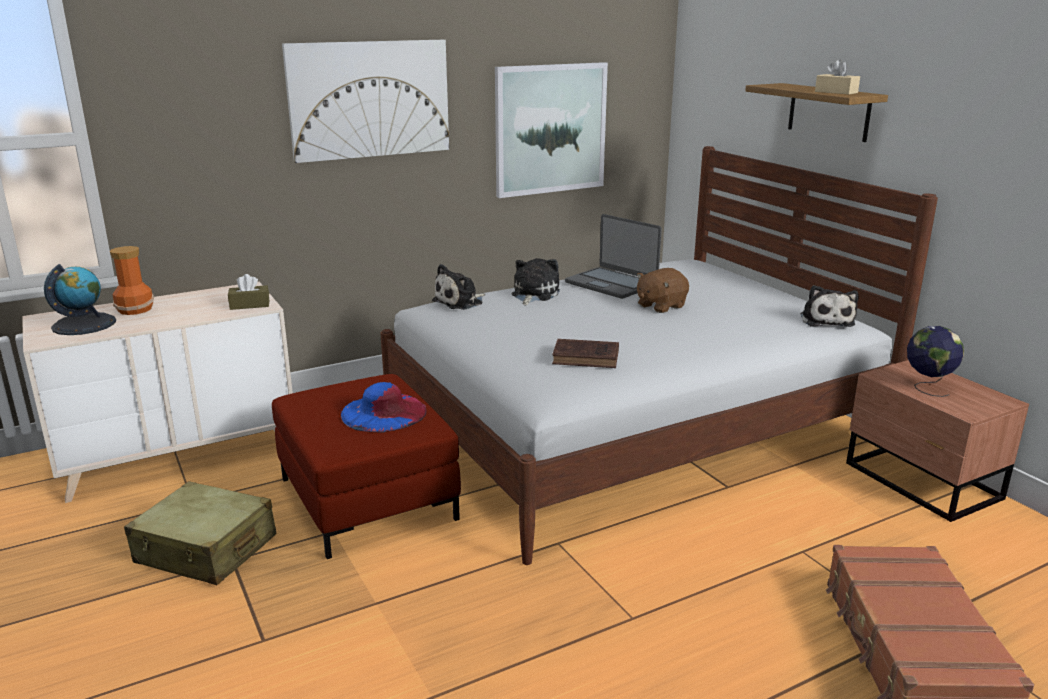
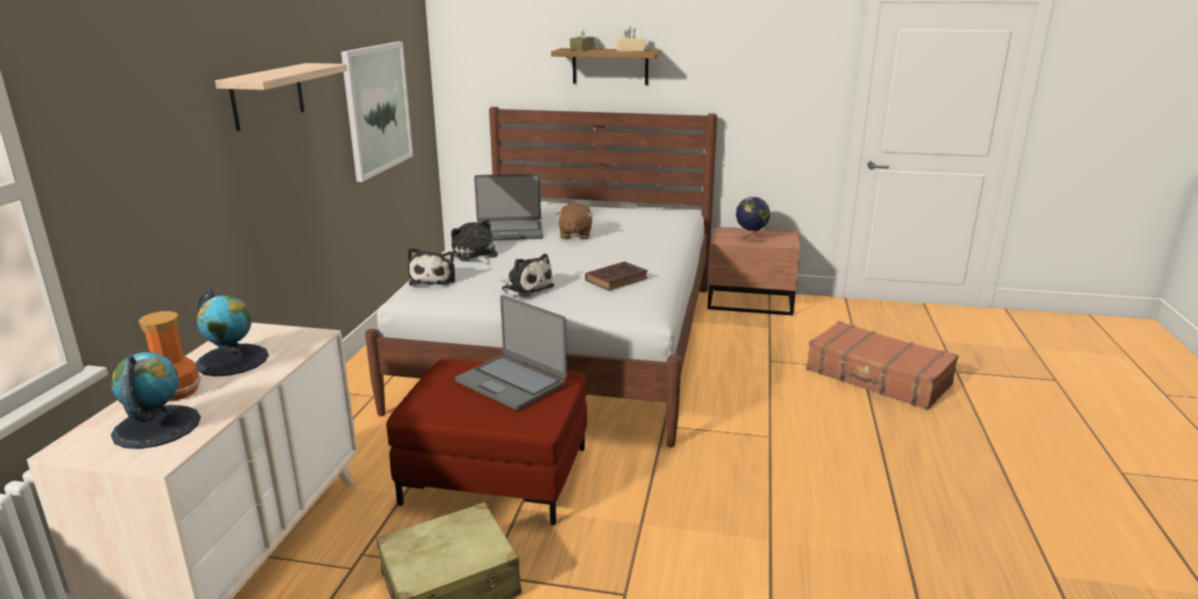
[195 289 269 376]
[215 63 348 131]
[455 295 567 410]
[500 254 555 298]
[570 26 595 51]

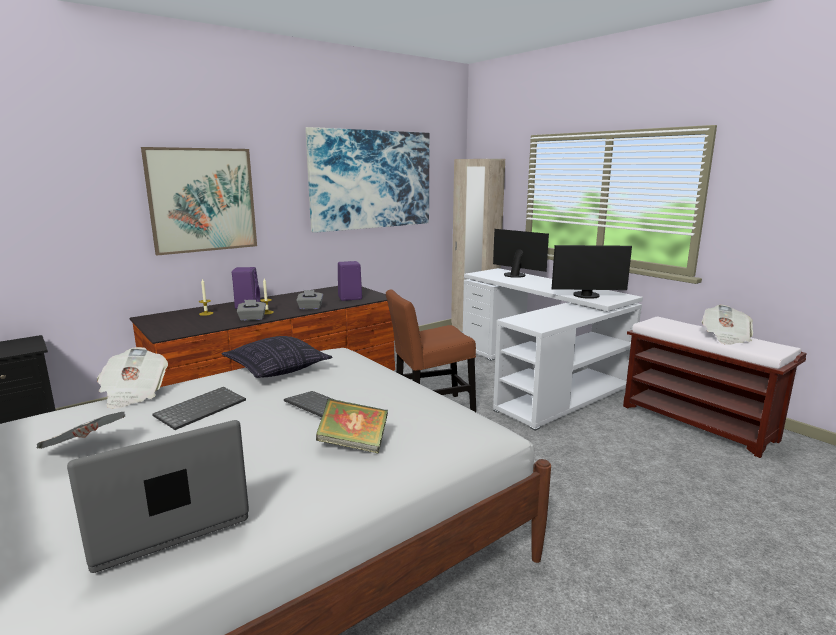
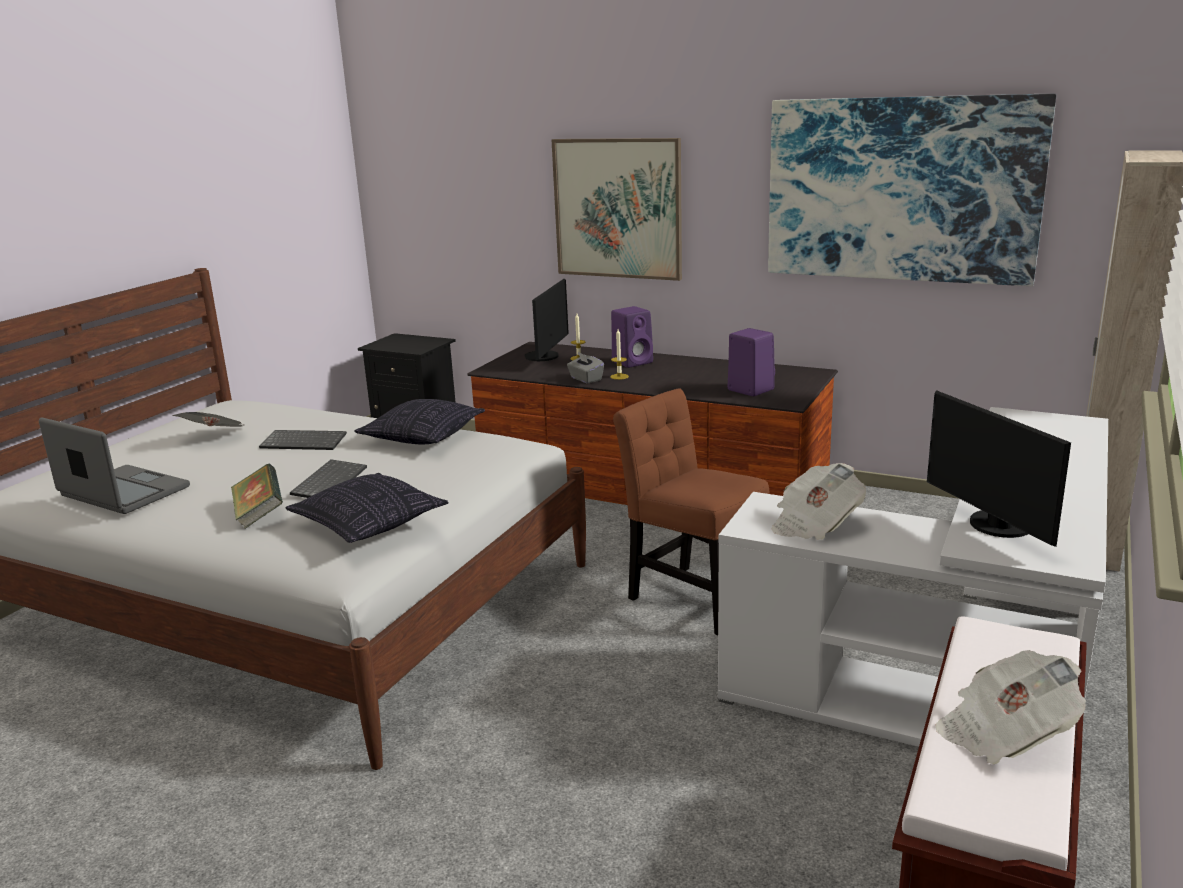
[285 473 449 543]
[524 279 569 361]
[772 463 866 540]
[296 290 323 309] (first image)

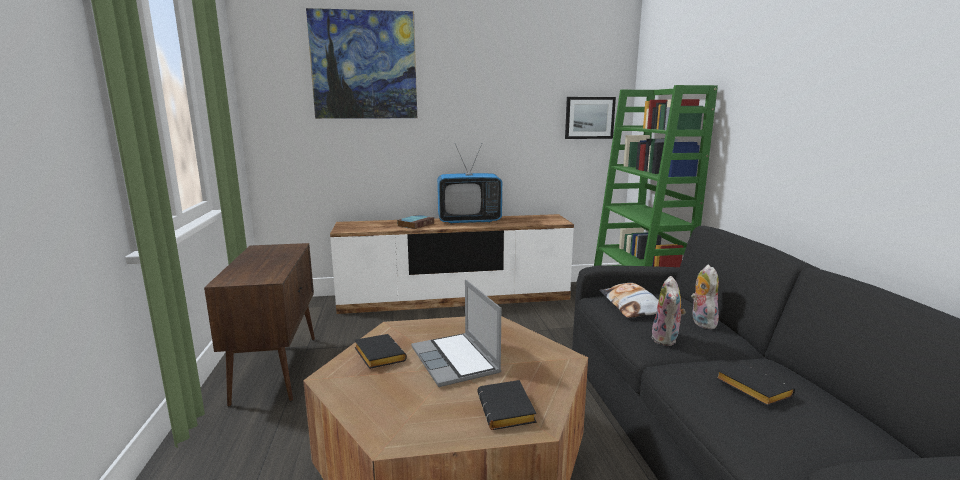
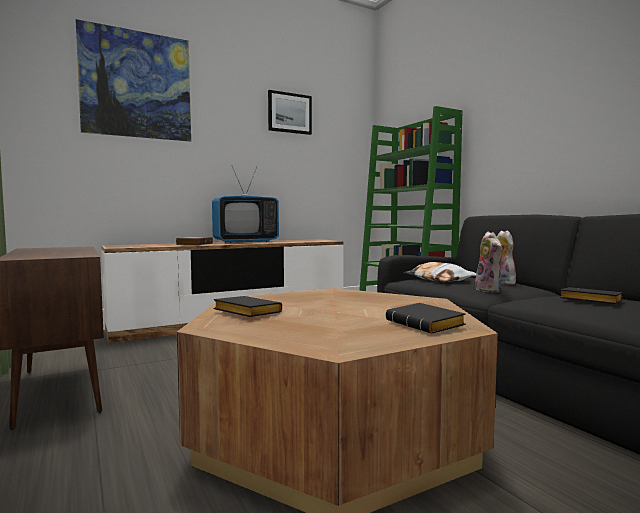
[268 90 312 135]
[411 279 501 387] (first image)

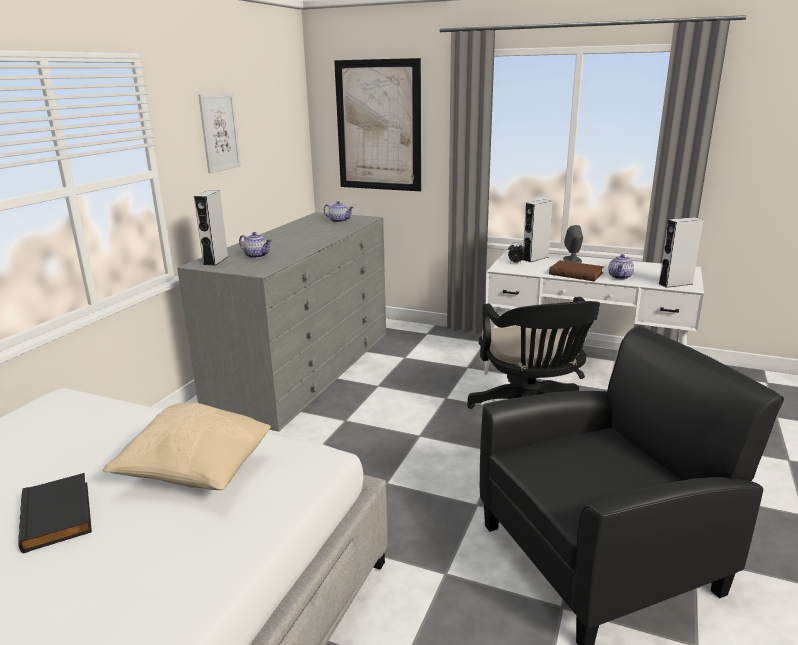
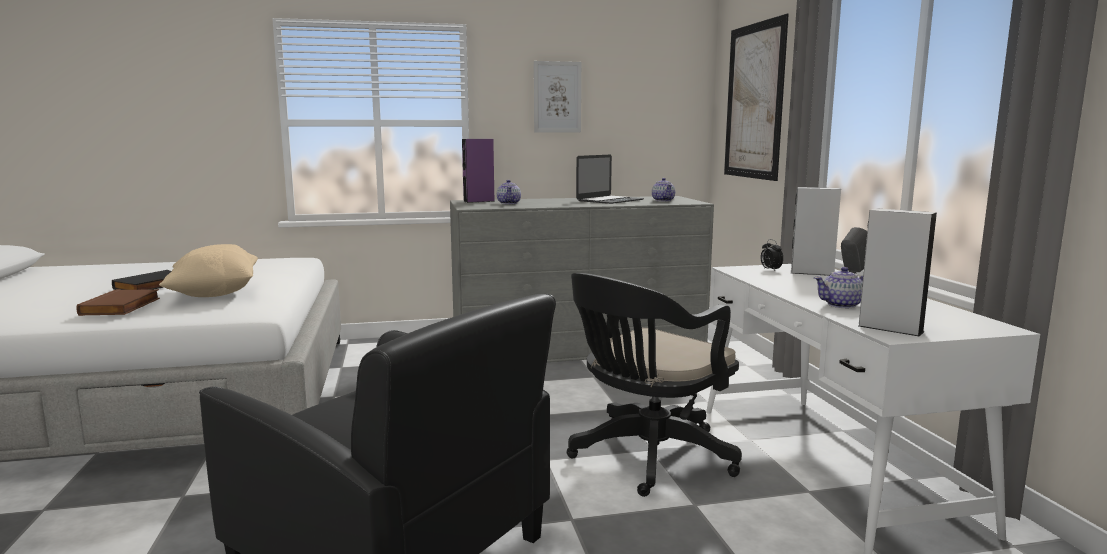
[76 289 160 316]
[462 139 494 203]
[576 155 644 204]

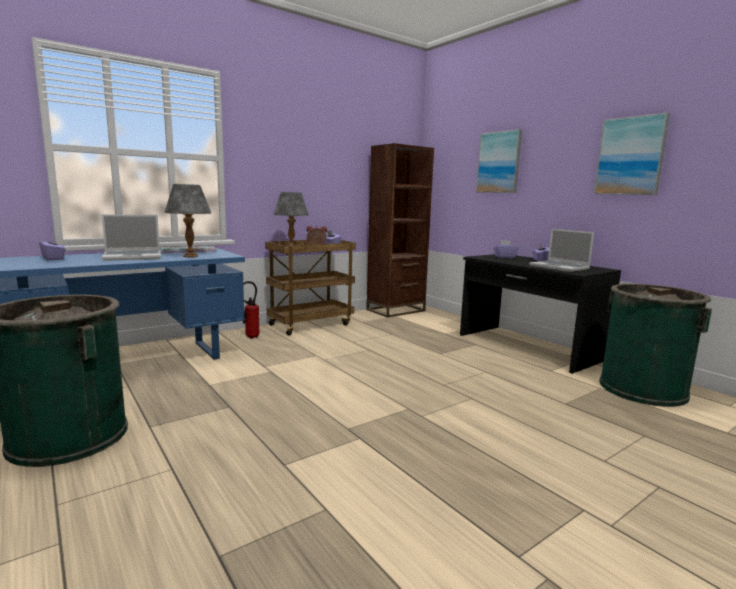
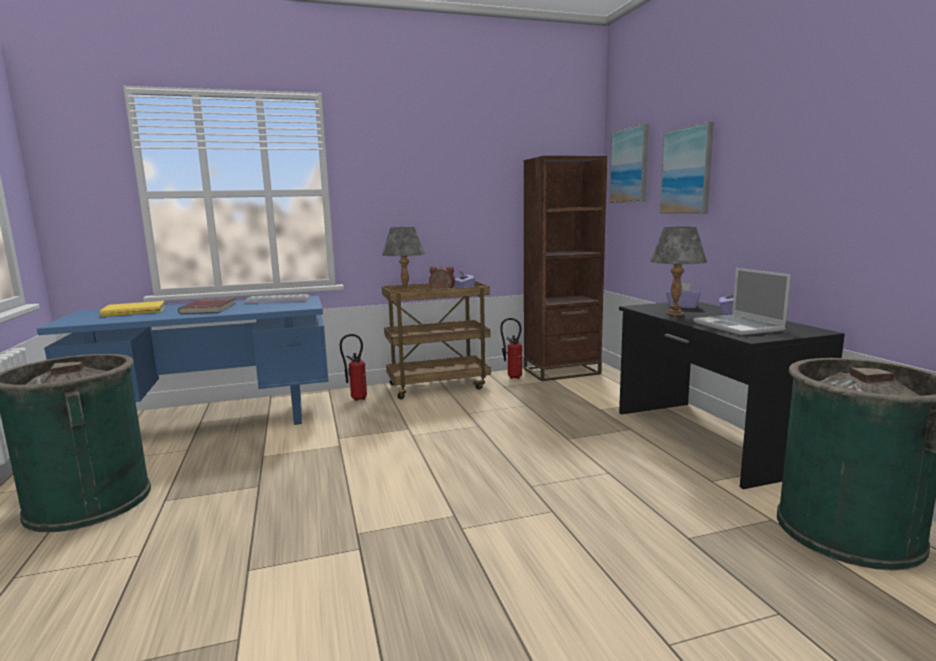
[100 301 165 317]
[178 298 235 314]
[500 318 522 379]
[609 124 649 203]
[650 227 707 316]

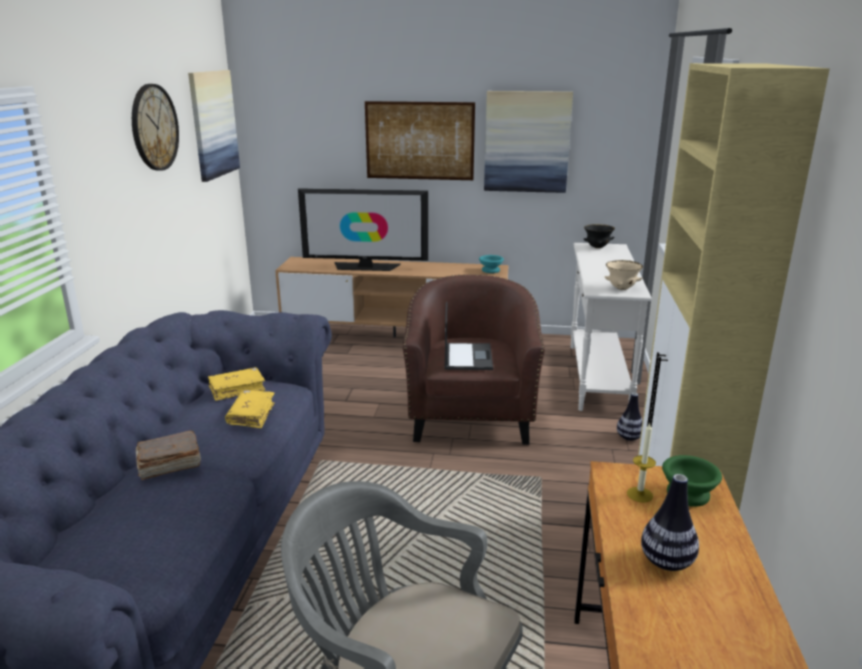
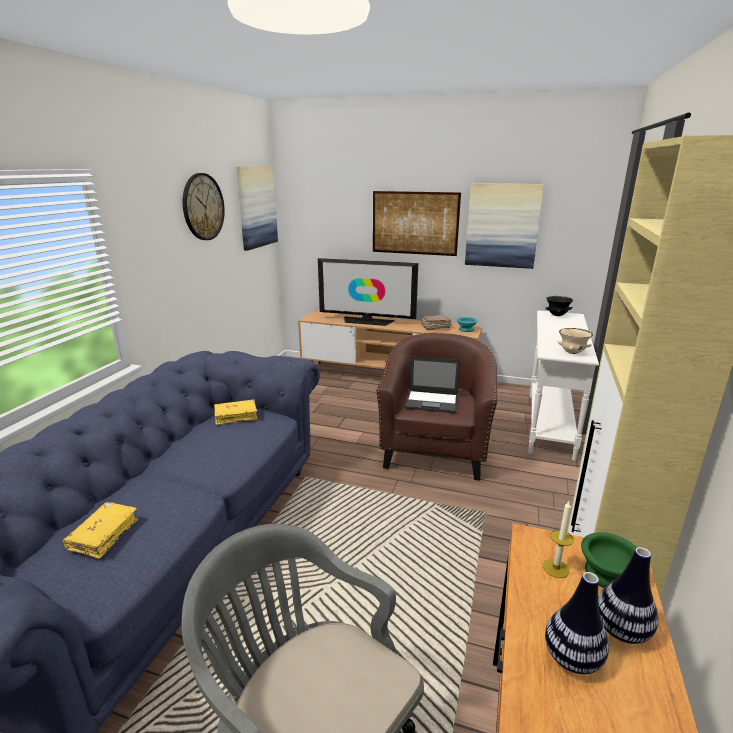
[63 502 138 559]
[405 356 460 413]
[422 315 451 330]
[598 547 658 644]

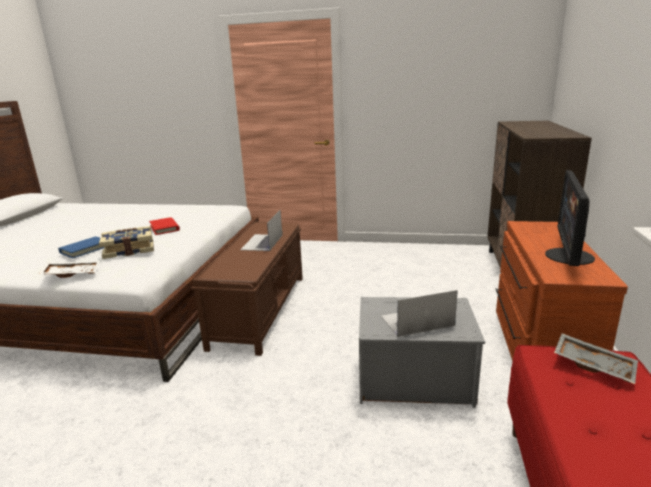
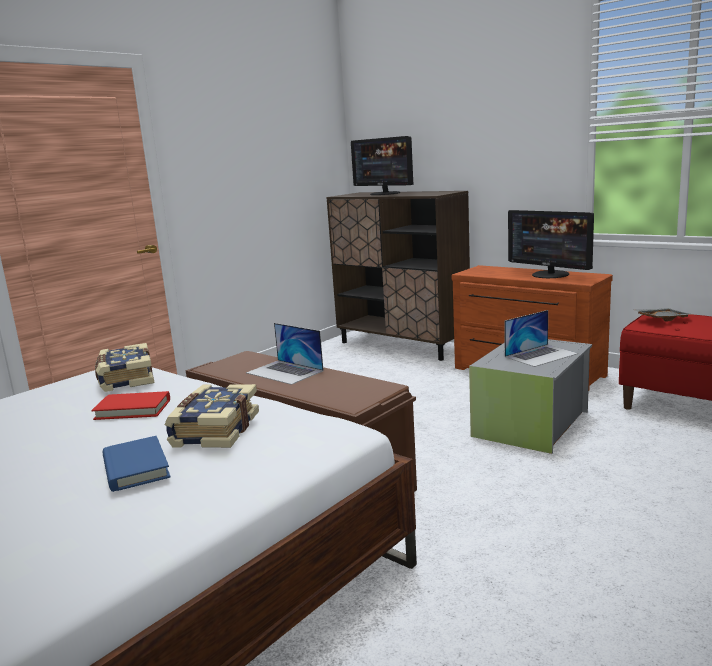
[95 343 154 392]
[351 136 414 195]
[504 310 578 367]
[39 261 100 278] (first image)

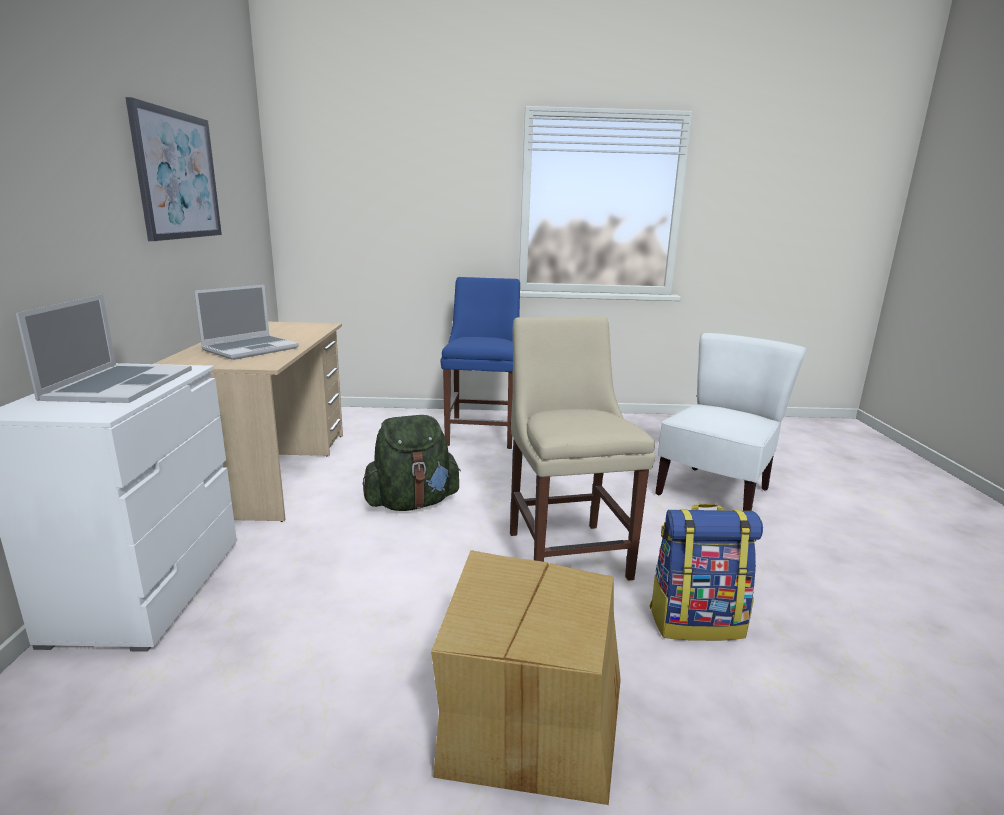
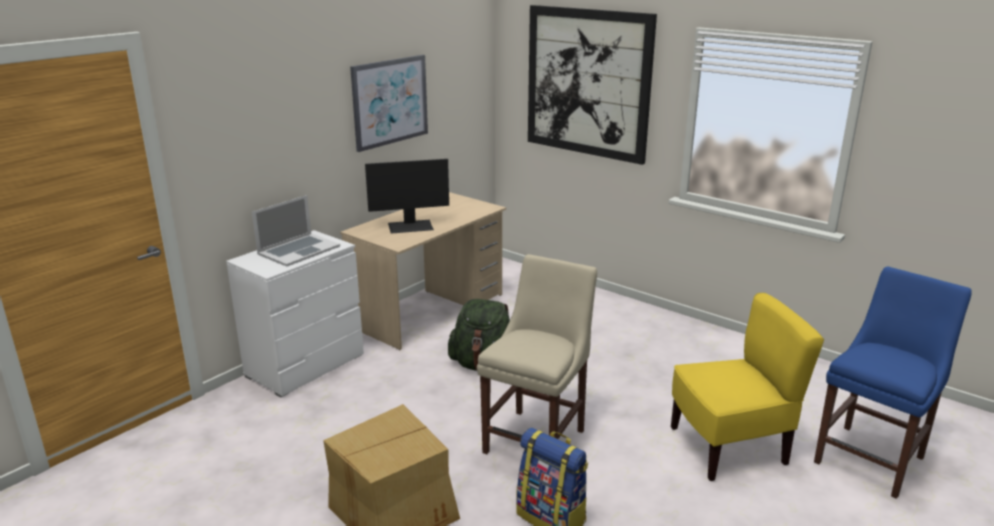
[365 159 449 234]
[528 5 657 165]
[671 293 824 481]
[814 267 972 499]

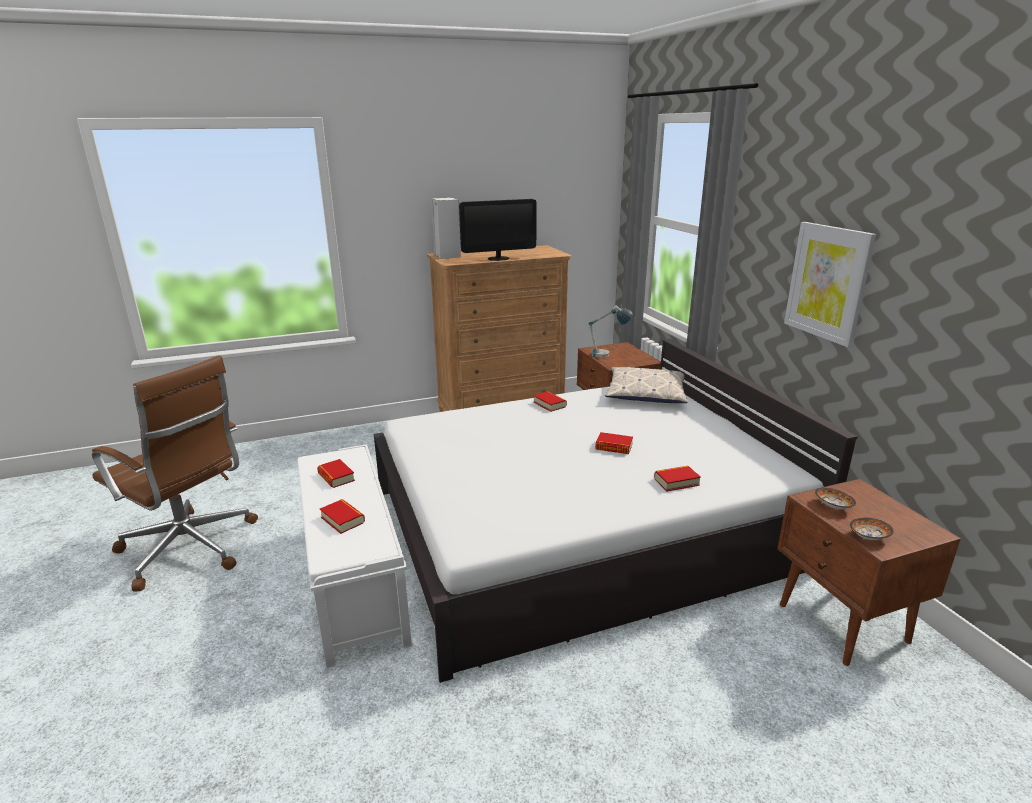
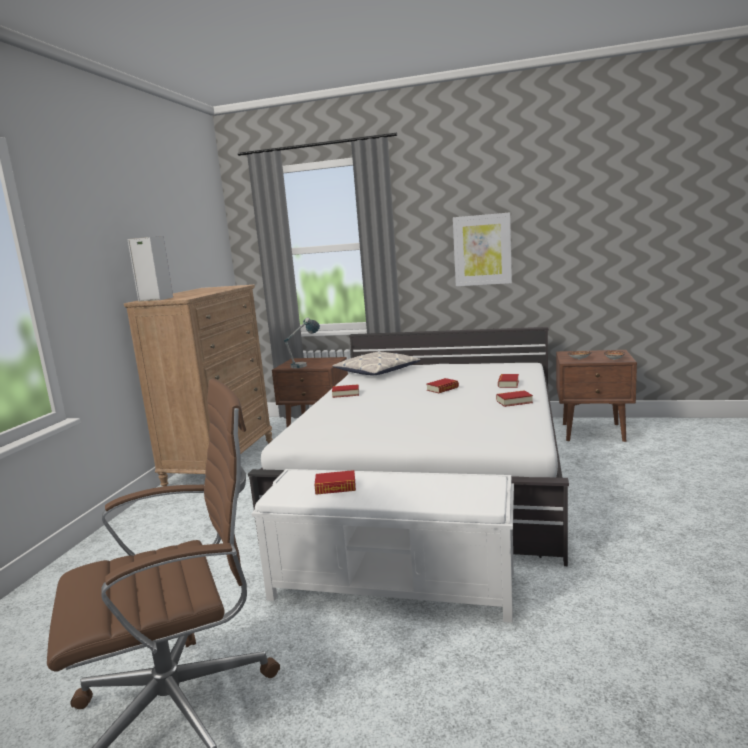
[496 390 533 407]
[459 199 537 261] (first image)

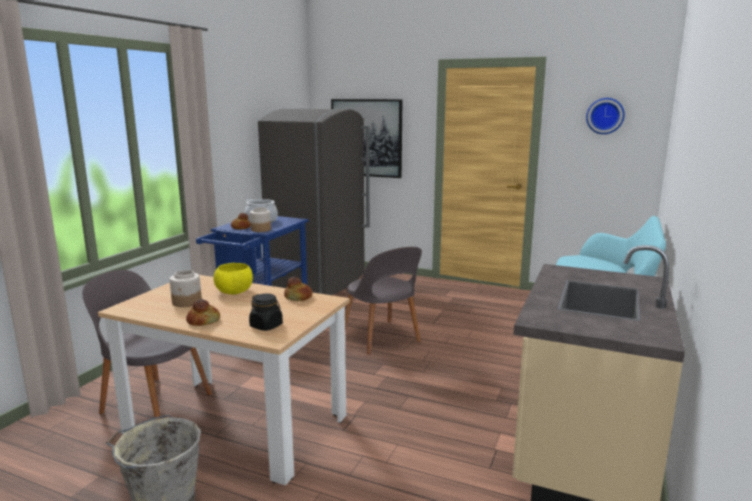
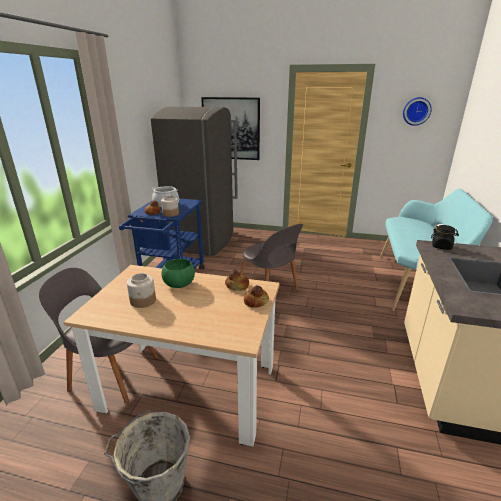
[161 259 195 288]
[244 285 269 308]
[431 225 459 250]

